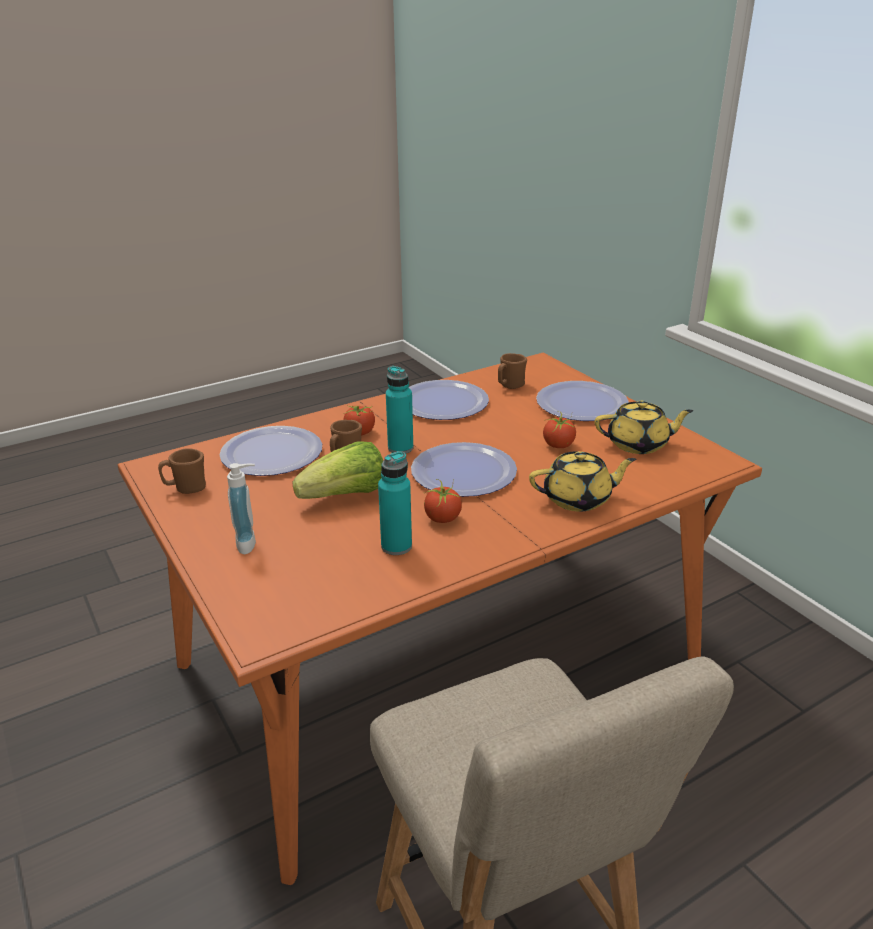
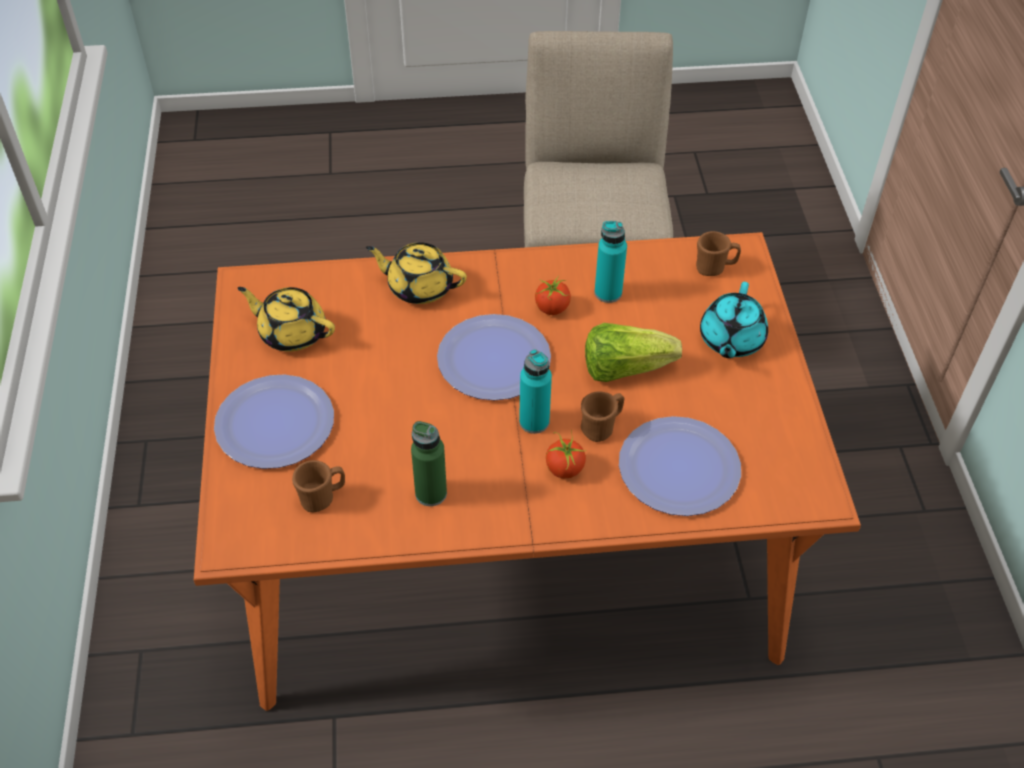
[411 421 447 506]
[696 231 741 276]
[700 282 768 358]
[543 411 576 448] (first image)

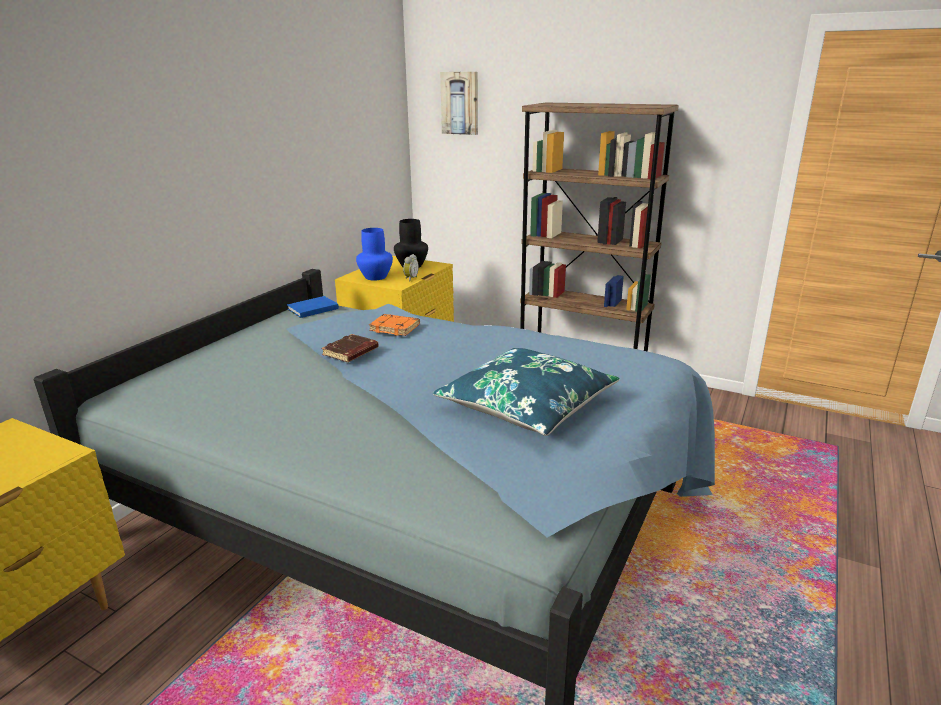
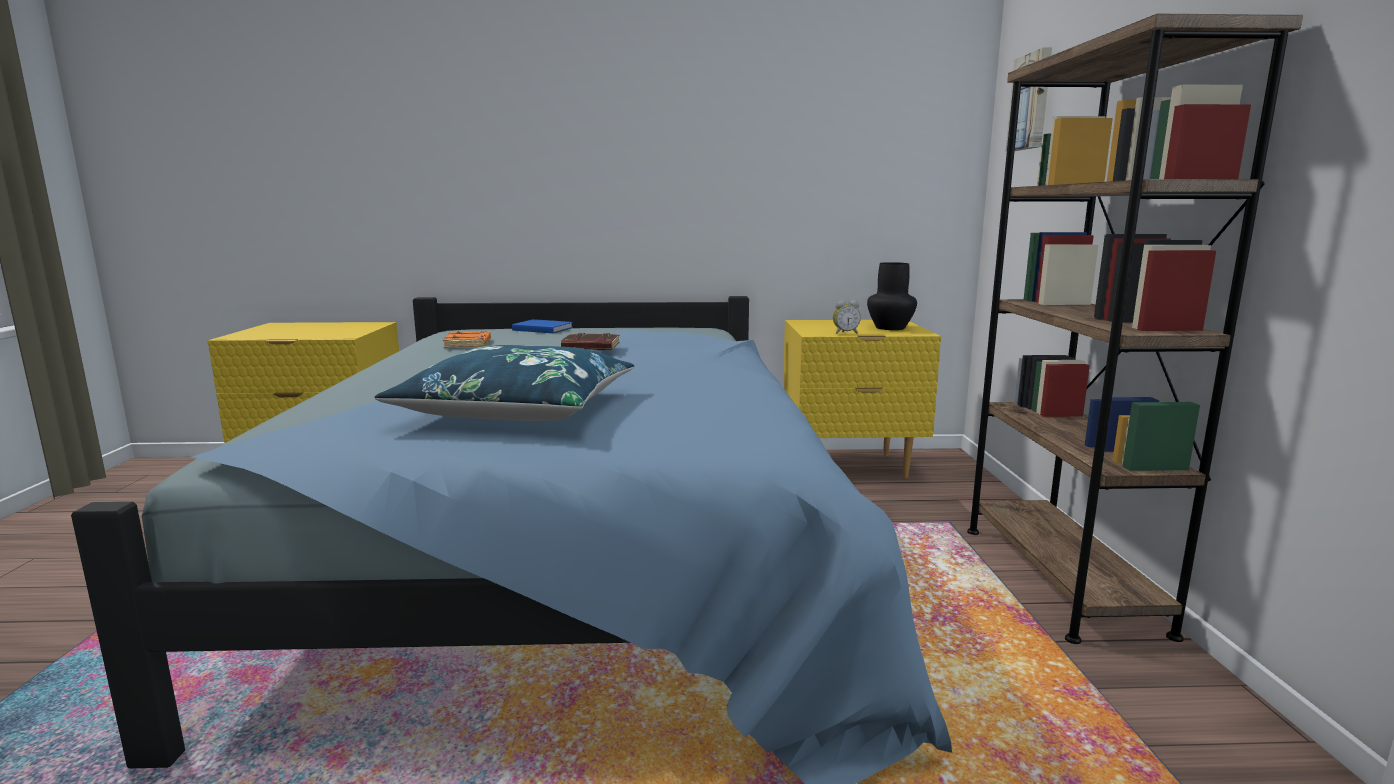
[443 331 491 348]
[512 319 573 334]
[356 228 393 280] (first image)

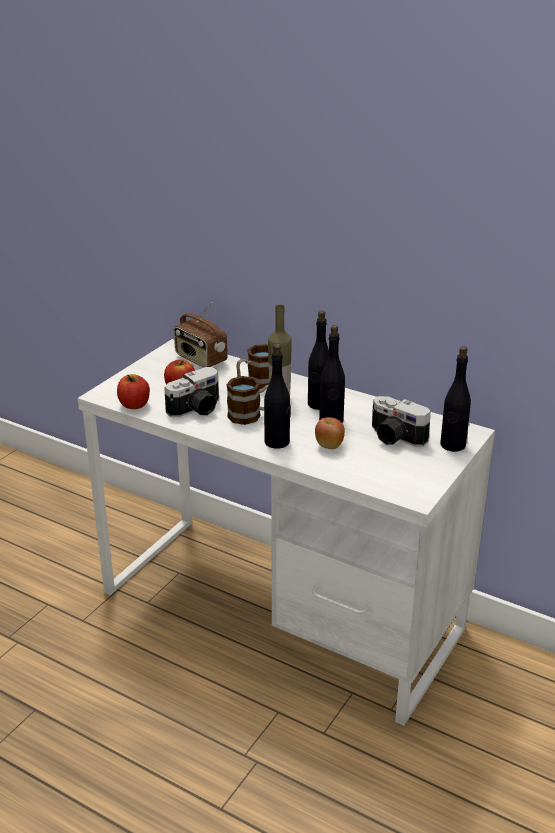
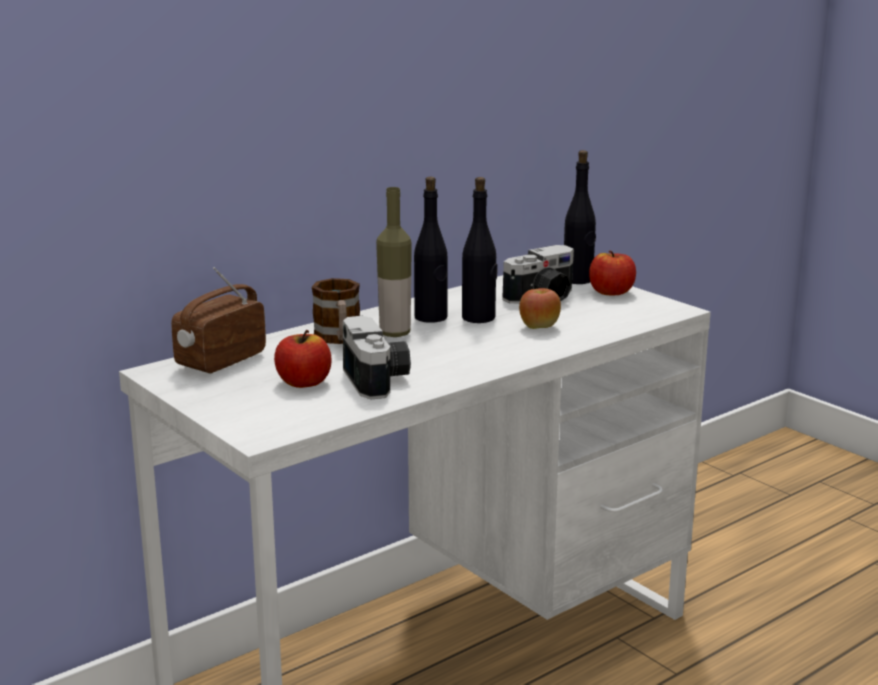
[171 267 266 374]
[589 251 636 295]
[226 376 269 425] (first image)
[264 344 291 449] (first image)

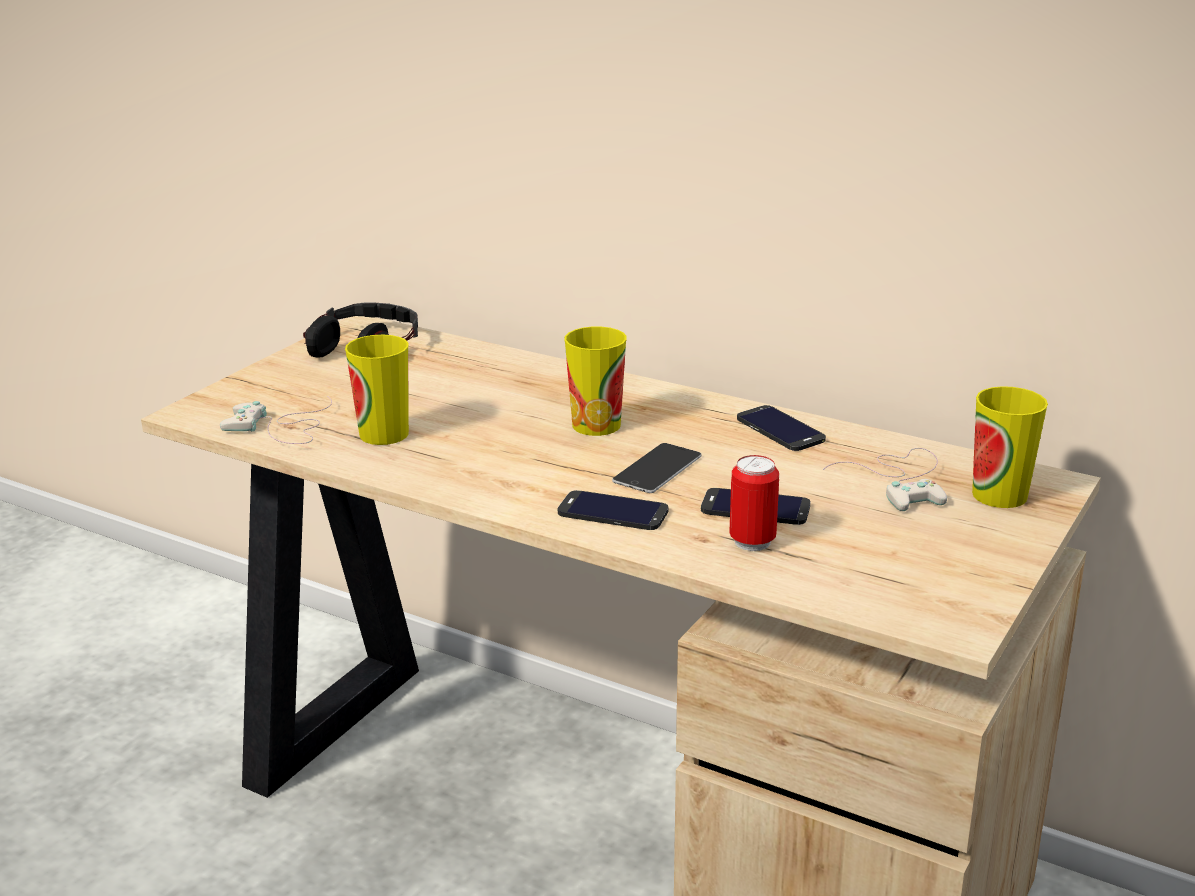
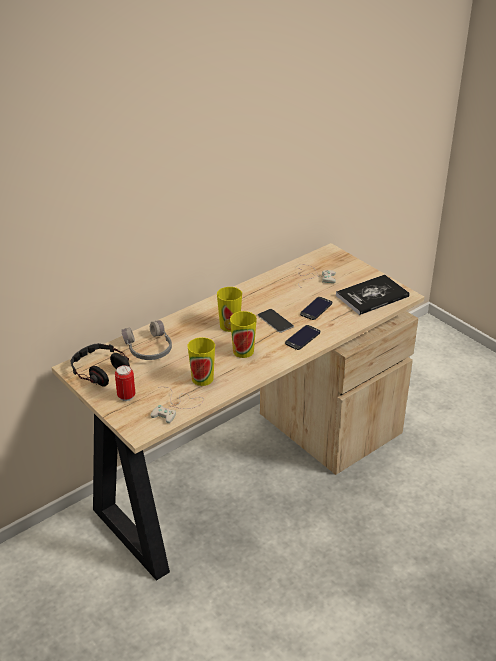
[115 365 135 401]
[121 320 172 360]
[230 311 257 358]
[336 274 410 315]
[737 405 826 451] (first image)

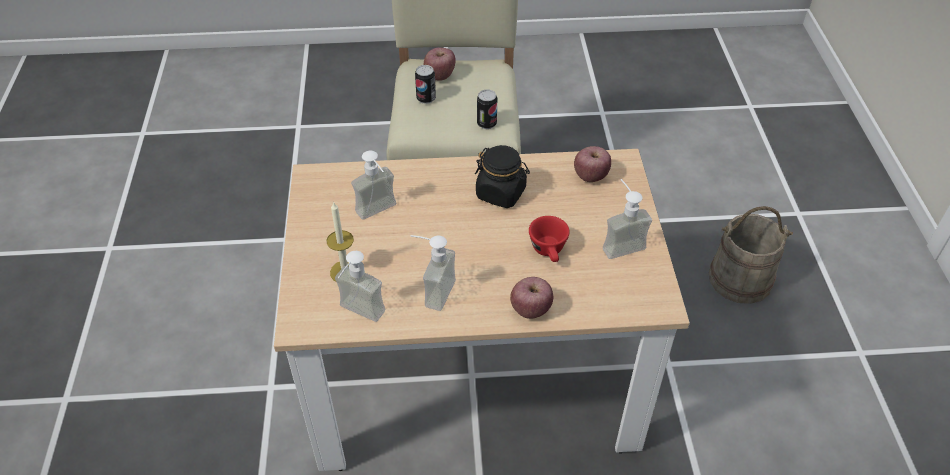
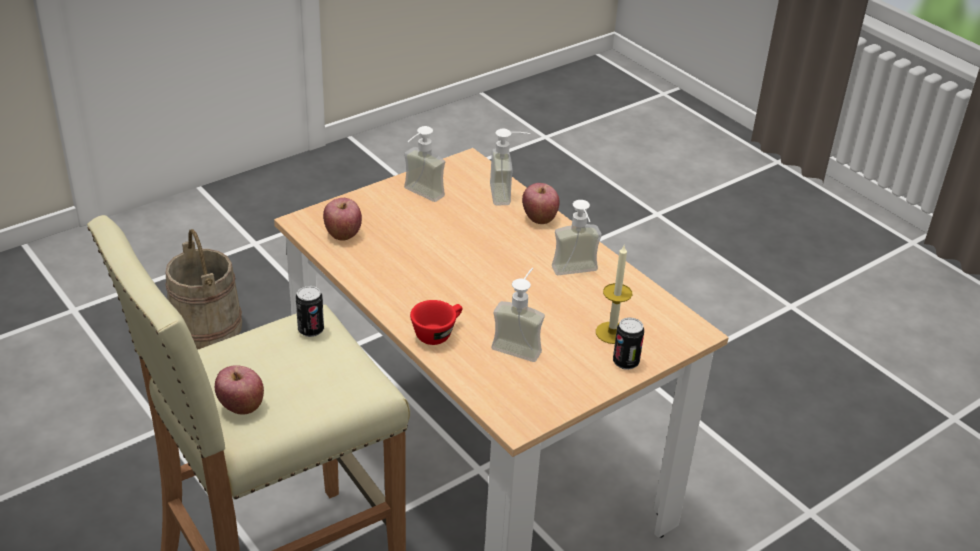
[410 300 462 345]
[490 128 530 205]
[613 318 644 370]
[475 145 530 208] (first image)

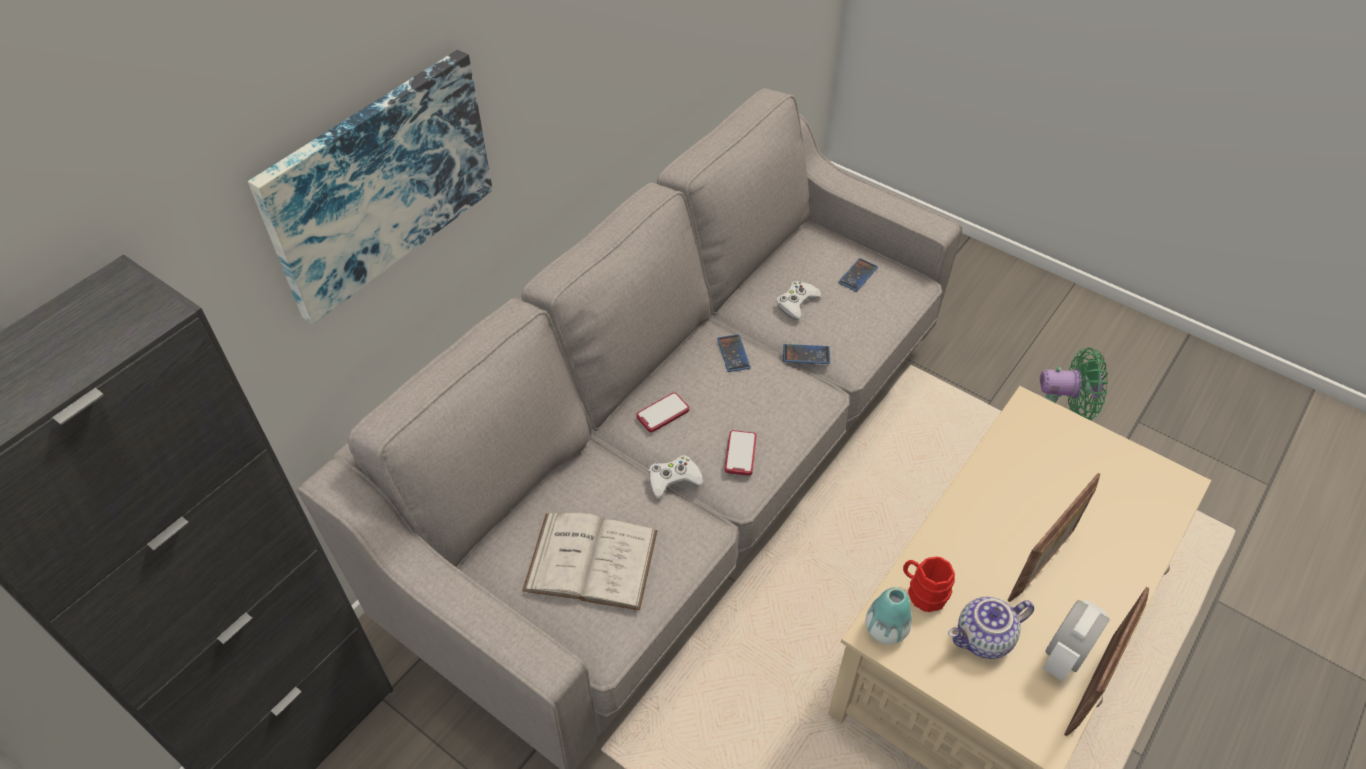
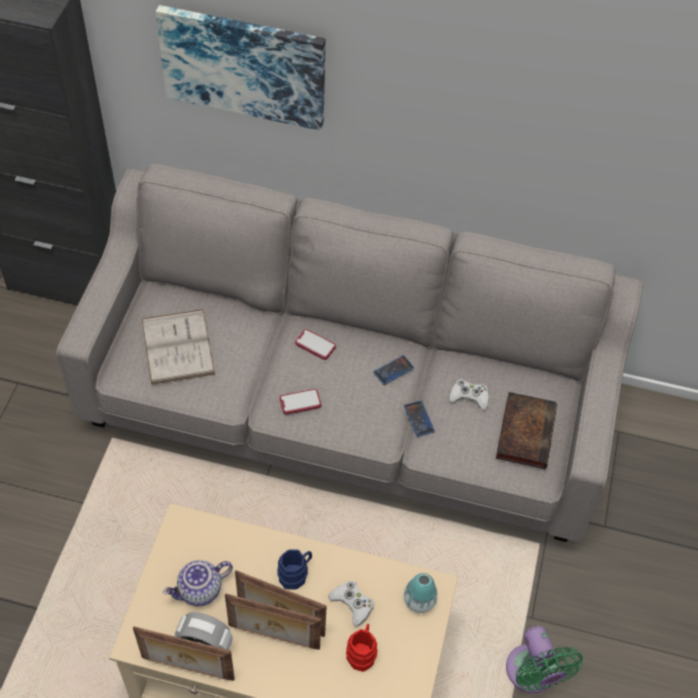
[163 560 233 606]
[225 593 321 650]
[277 549 312 590]
[328 581 374 627]
[346 624 377 672]
[404 573 438 613]
[496 392 557 469]

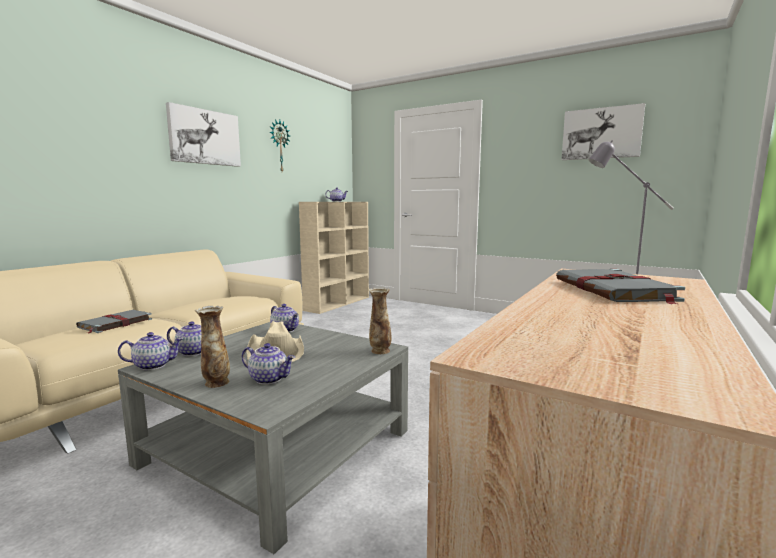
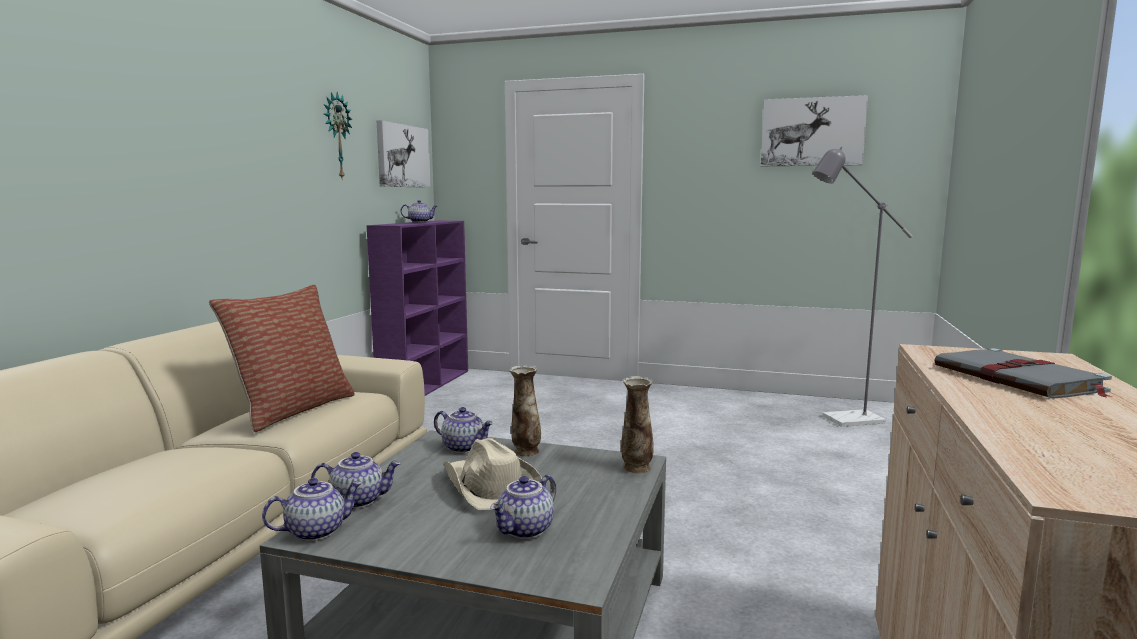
[209 285 355 432]
[367 220 468 396]
[377 120 431 188]
[490 475 556 539]
[509 365 541 456]
[76 310 152 333] (first image)

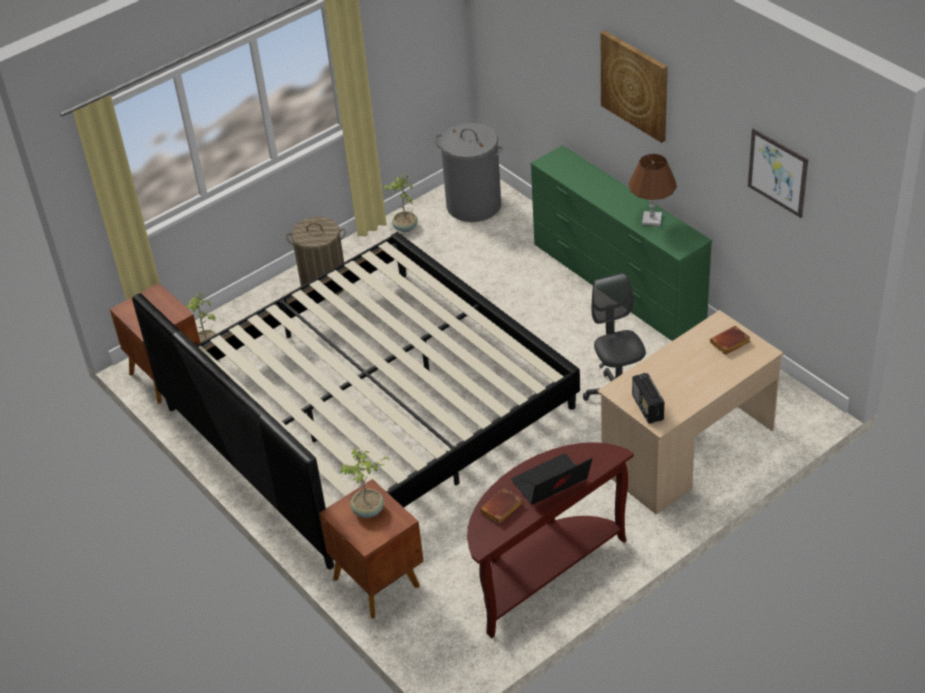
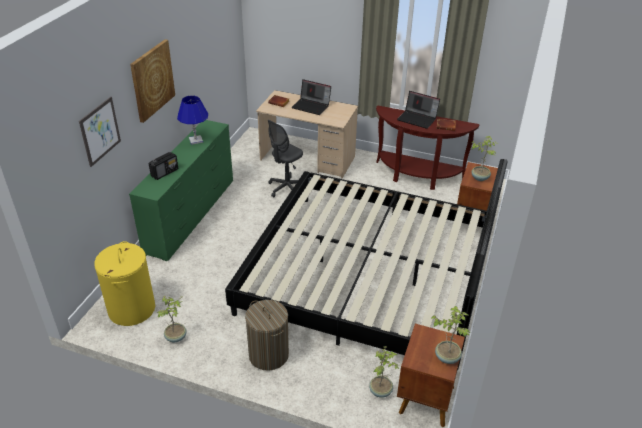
[79 97 121 167]
[94 241 155 326]
[149 152 178 180]
[177 96 208 145]
[291 79 331 115]
[431 306 470 364]

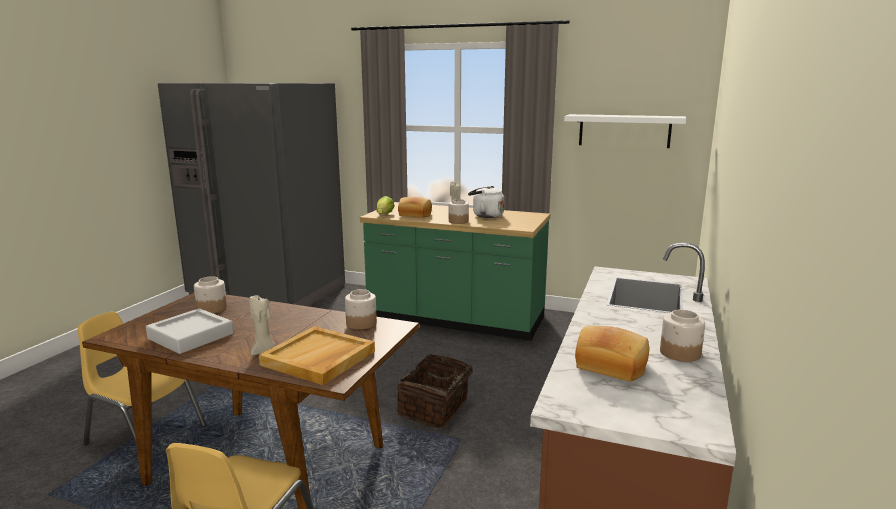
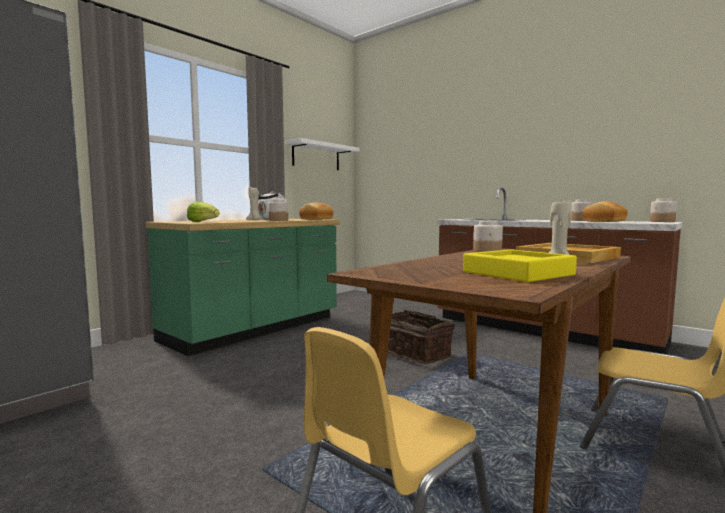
[299 202 333 220]
[463 250 577 282]
[650 198 677 222]

